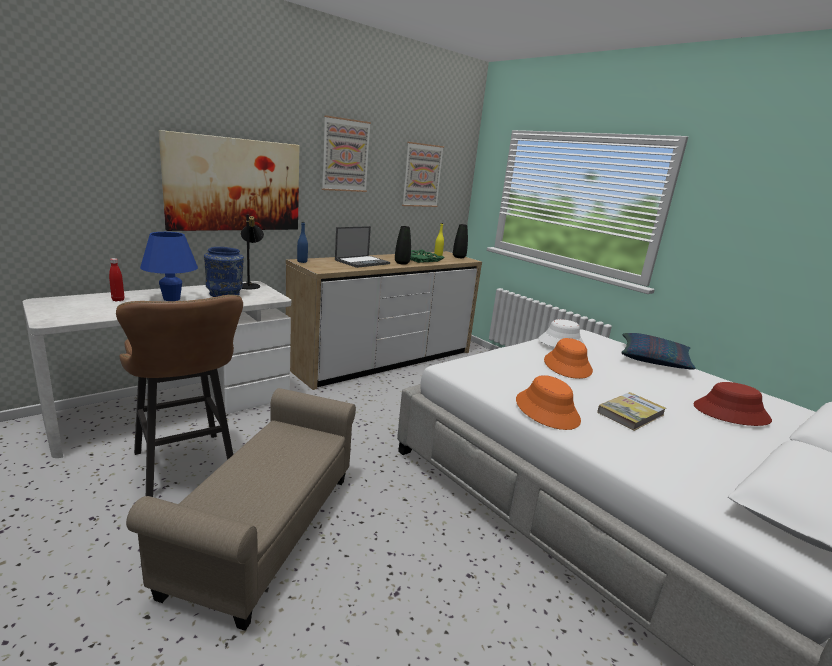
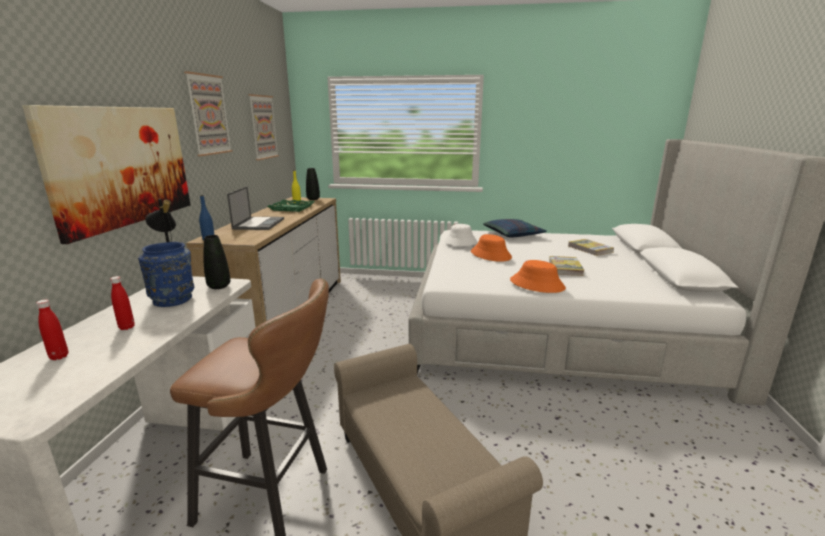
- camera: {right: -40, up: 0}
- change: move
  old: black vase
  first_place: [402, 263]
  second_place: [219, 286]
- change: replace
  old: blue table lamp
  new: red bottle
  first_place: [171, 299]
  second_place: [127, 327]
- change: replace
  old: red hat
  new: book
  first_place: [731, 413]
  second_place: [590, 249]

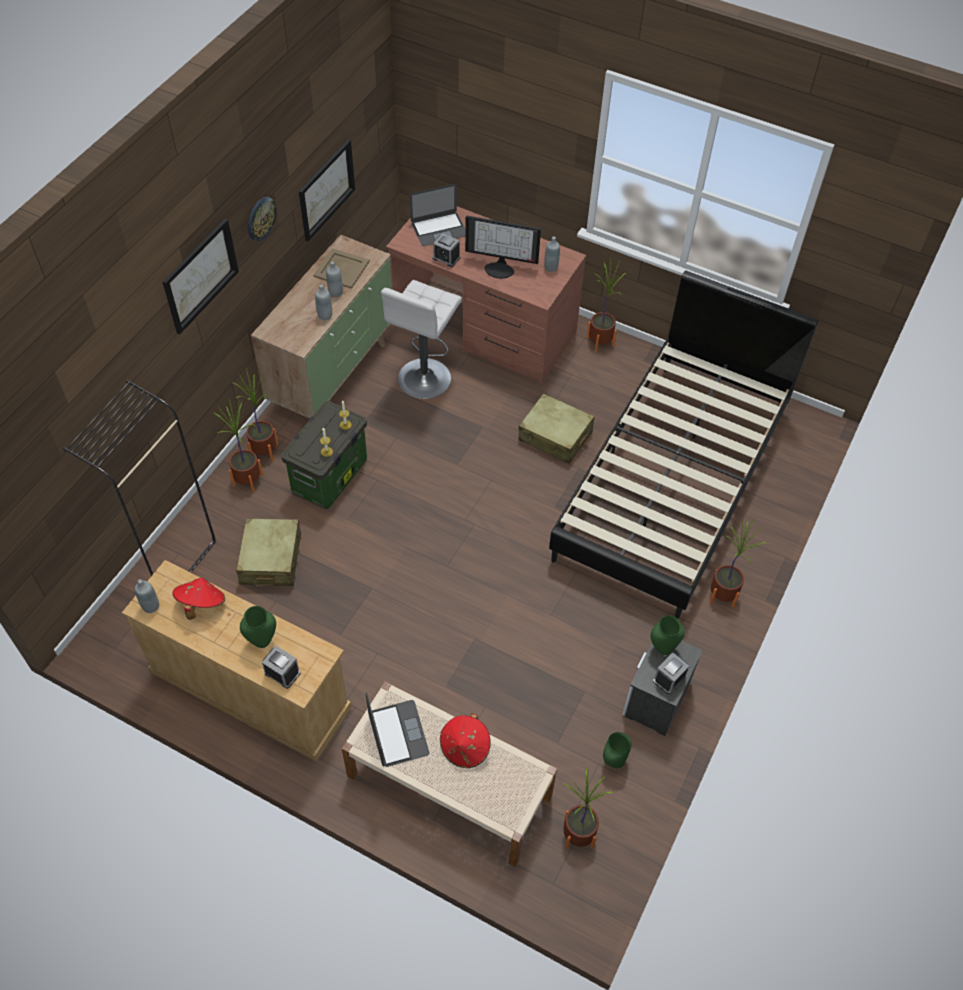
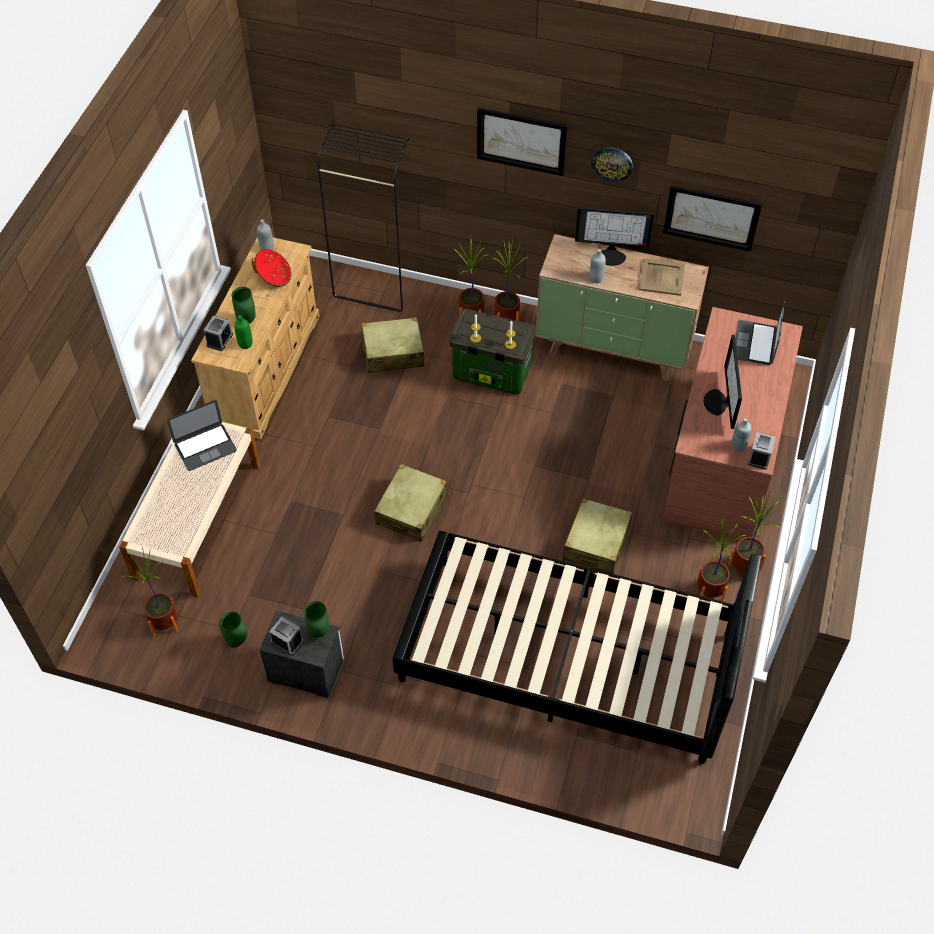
- camera: {right: 80, up: 0}
- change: delete
  old: grey bottle
  first_place: [335, 292]
- change: delete
  old: white stool
  first_place: [423, 379]
- change: delete
  old: red hat
  first_place: [465, 748]
- change: insert
  new: green bottle
  second_place: [245, 344]
- change: insert
  new: beige suitcase
  second_place: [412, 509]
- change: insert
  new: monitor
  second_place: [611, 255]
- change: move
  old: alarm clock
  first_place: [446, 258]
  second_place: [759, 456]
- change: move
  old: potted plant
  first_place: [722, 595]
  second_place: [710, 591]
- change: rotate
  old: laptop
  first_place: [439, 229]
  second_place: [755, 343]
  degrees: 45

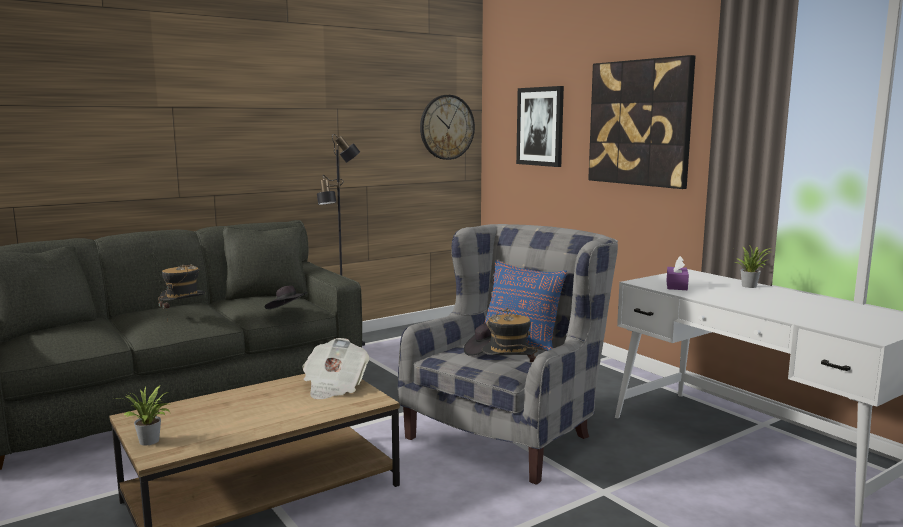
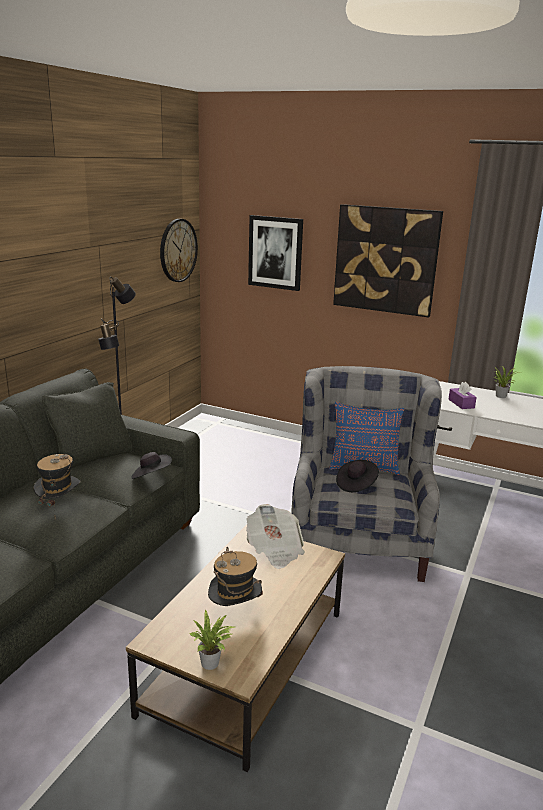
- camera: {right: -30, up: 10}
- change: move
  old: hat
  first_place: [508, 375]
  second_place: [235, 612]

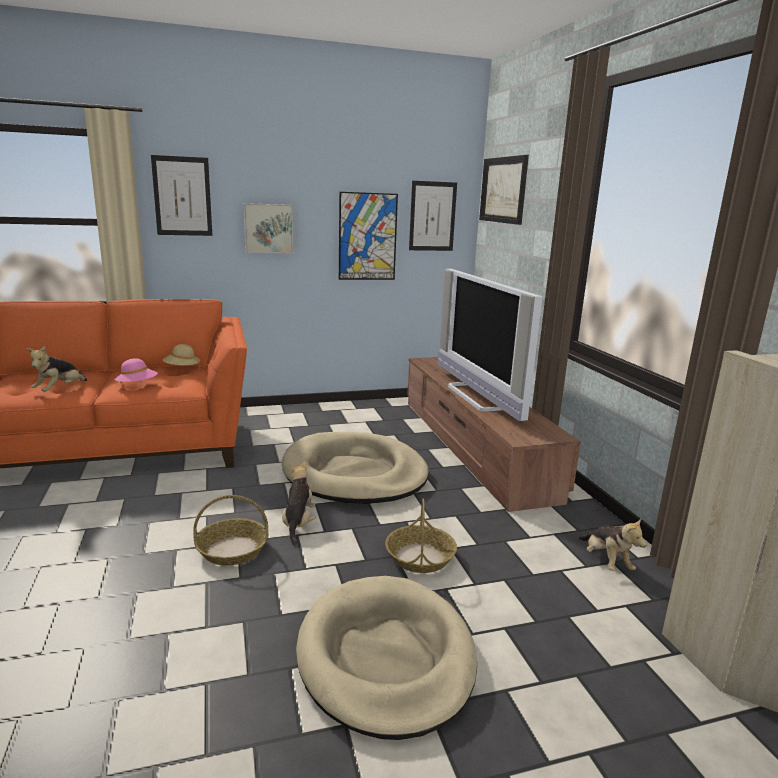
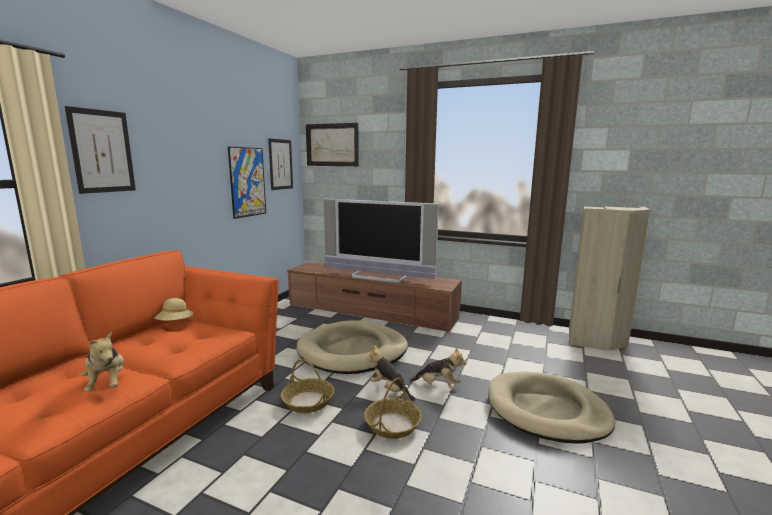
- camera: {right: -50, up: -5}
- change: delete
  old: pink hat
  first_place: [137, 385]
- change: delete
  old: picture
  first_place: [268, 228]
- change: move
  old: basket
  first_place: [420, 557]
  second_place: [308, 401]
- change: move
  old: plush toy
  first_place: [606, 561]
  second_place: [438, 386]

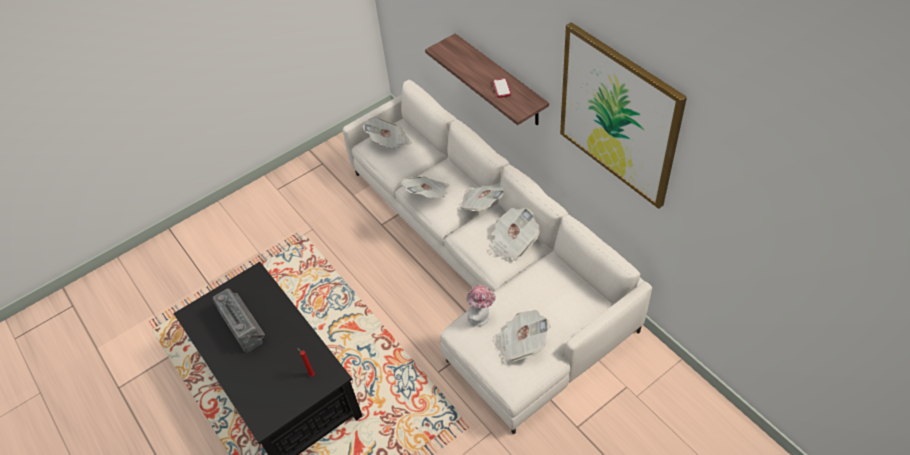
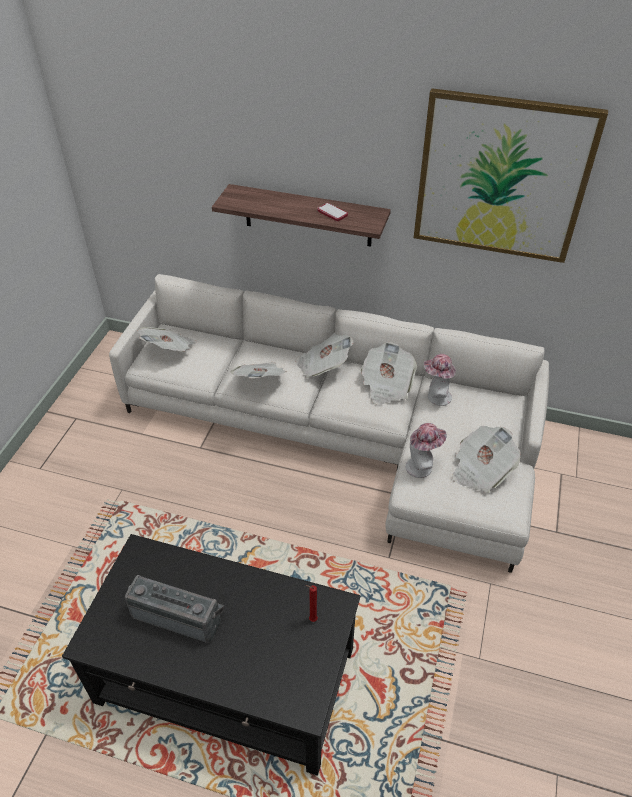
- camera: {right: -40, up: -5}
- change: insert
  new: hat
  second_place: [436, 396]

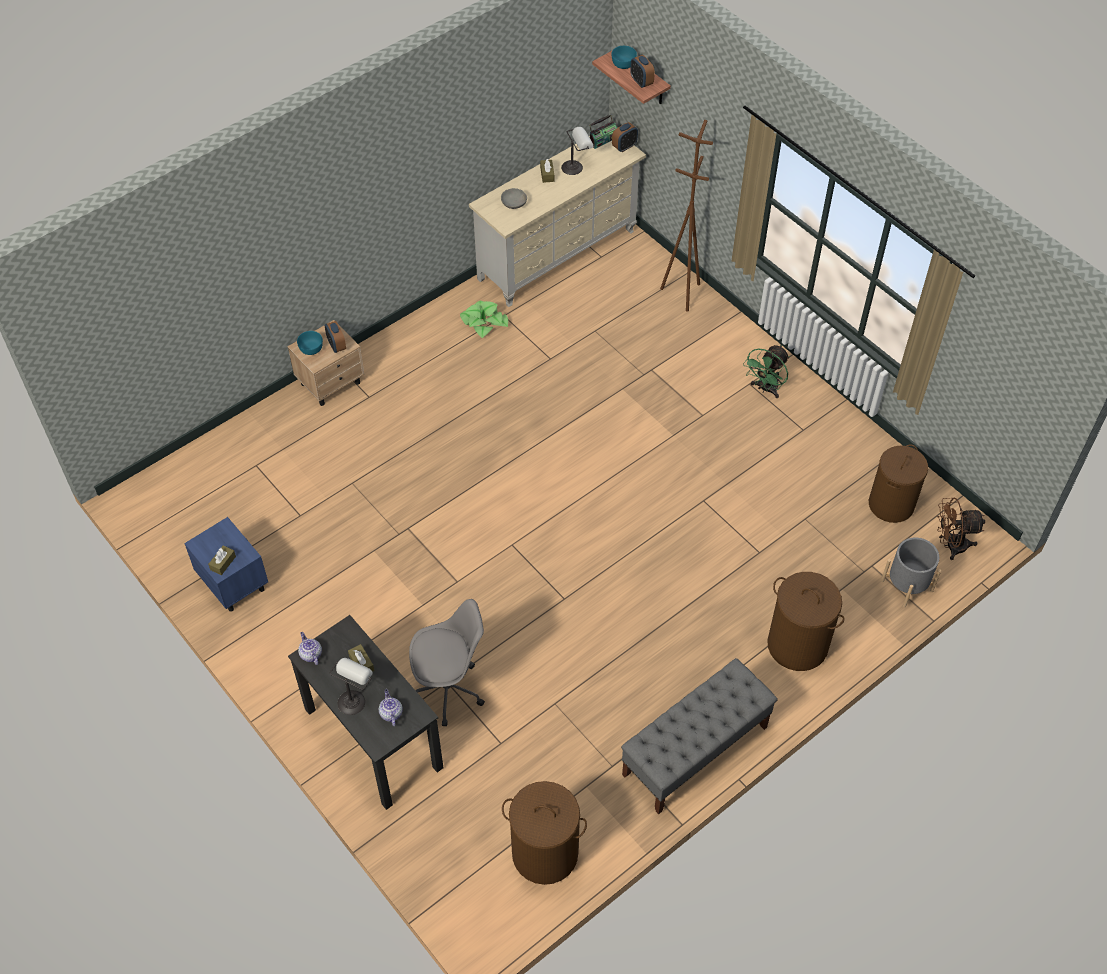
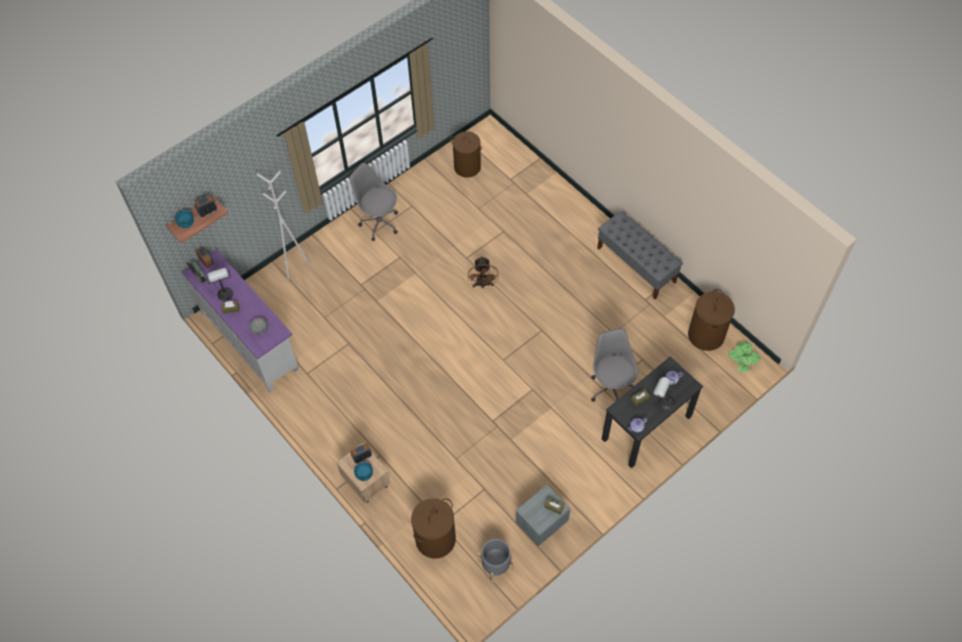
- camera: {right: -90, up: 5}
- change: move
  old: potted plant
  first_place: [484, 322]
  second_place: [743, 358]
- change: move
  old: brown laundry basket
  first_place: [797, 645]
  second_place: [435, 539]
- change: move
  old: grey planter
  first_place: [907, 585]
  second_place: [496, 565]
- change: move
  old: brown fan
  first_place: [950, 545]
  second_place: [483, 284]
- change: replace
  old: green fan
  new: grey office chair
  first_place: [765, 389]
  second_place: [379, 223]
- change: recolor
  old: blue nightstand
  new: grey nightstand
  first_place: [233, 583]
  second_place: [541, 525]
- change: recolor
  old: beige dresser
  new: purple dresser
  first_place: [558, 255]
  second_place: [250, 341]
- change: recolor
  old: brown clothes rack
  new: grey clothes rack
  first_place: [682, 294]
  second_place: [294, 266]

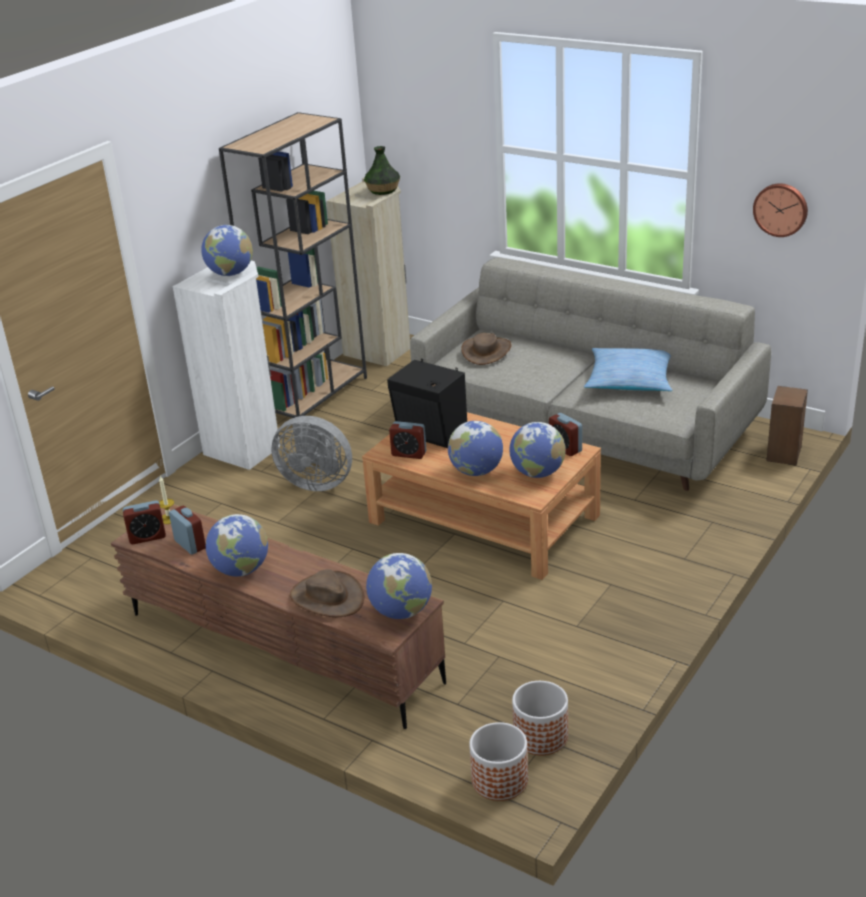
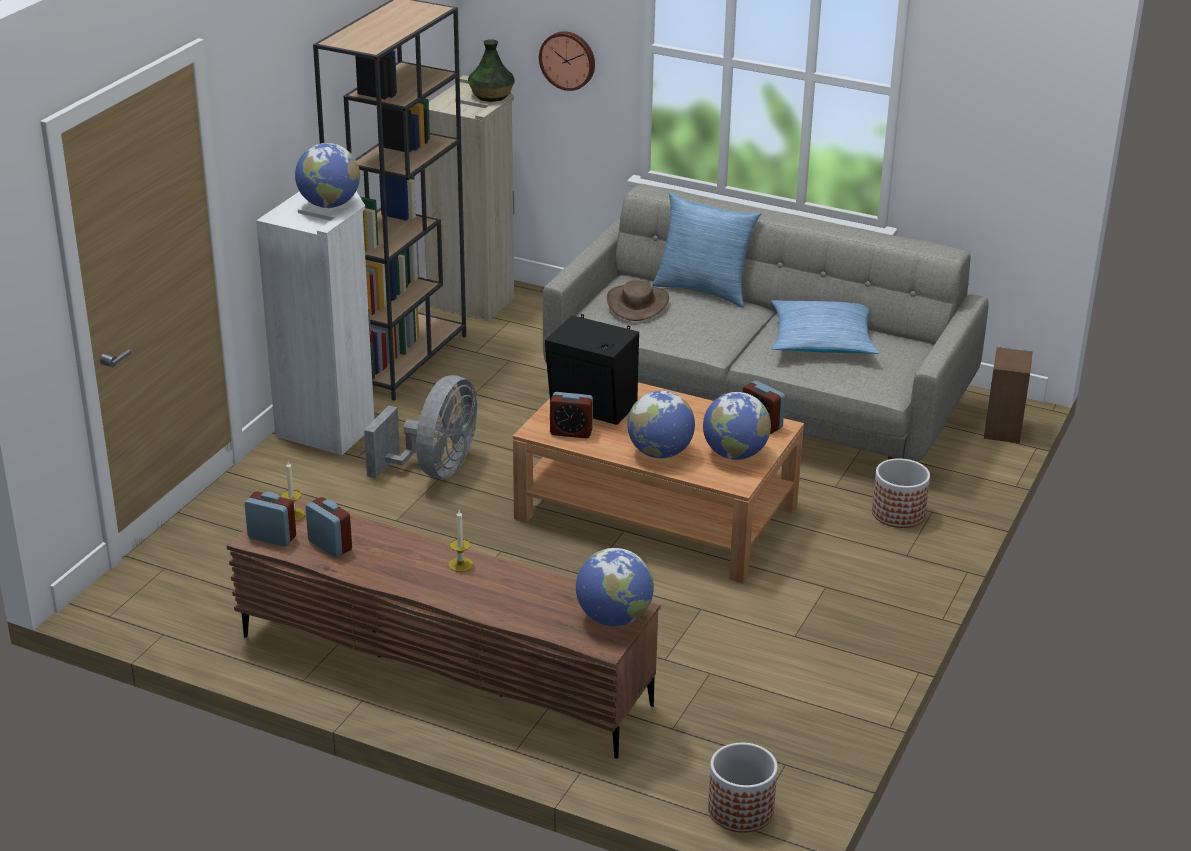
- camera: {right: -10, up: 0}
- change: delete
  old: globe
  first_place: [241, 570]
- change: delete
  old: brown hat
  first_place: [327, 597]
- change: insert
  new: candle
  second_place: [460, 564]
- change: insert
  new: pillow
  second_place: [704, 290]
- change: move
  old: planter
  first_place: [540, 736]
  second_place: [897, 513]
- change: move
  old: wall clock
  first_place: [781, 209]
  second_place: [568, 60]
- change: rotate
  old: alarm clock
  first_place: [147, 537]
  second_place: [272, 537]
  degrees: -135
- change: rotate
  old: grey fan
  first_place: [317, 482]
  second_place: [434, 470]
  degrees: -75

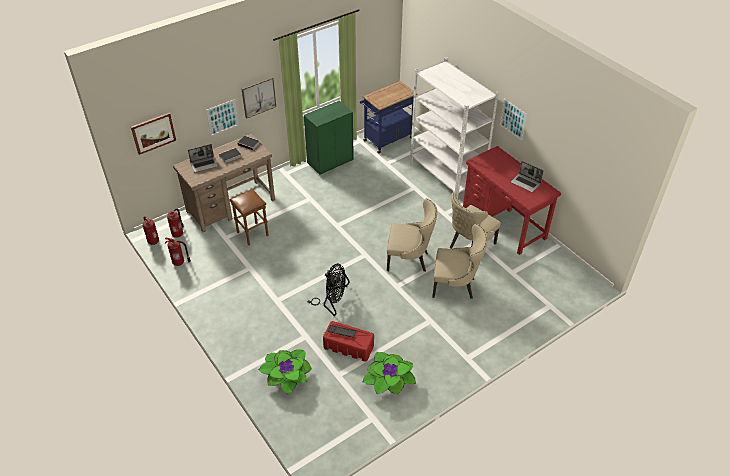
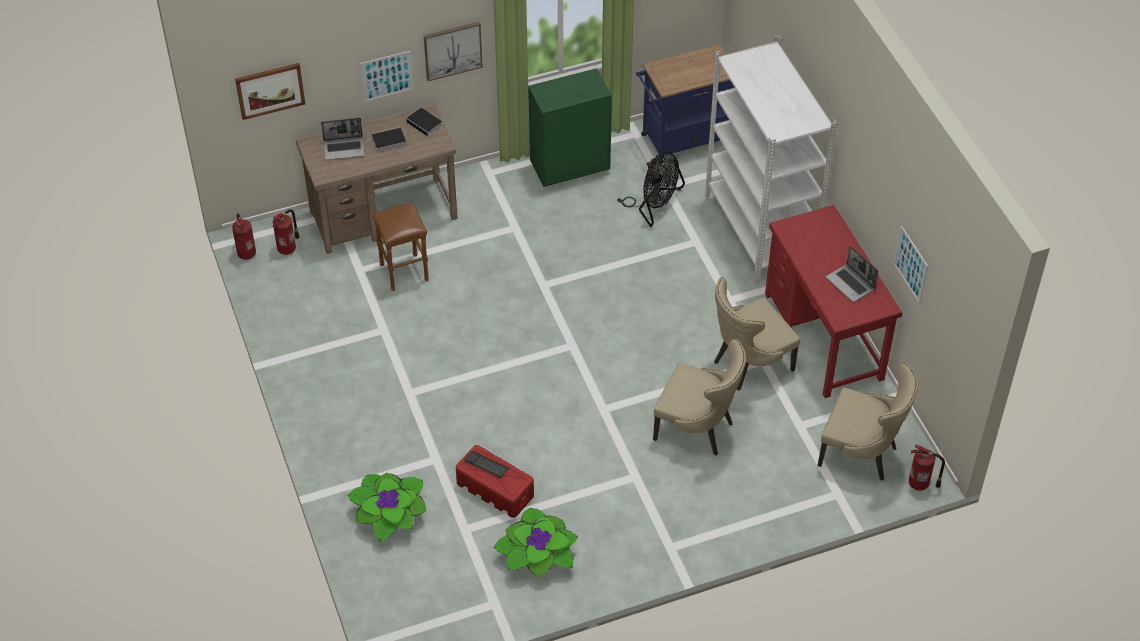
- camera: {right: 15, up: 5}
- change: move
  old: fire extinguisher
  first_place: [179, 262]
  second_place: [920, 484]
- change: move
  old: black fan
  first_place: [332, 300]
  second_place: [653, 204]
- change: move
  old: beige chair
  first_place: [409, 260]
  second_place: [861, 454]
- change: move
  old: picture
  first_place: [513, 119]
  second_place: [910, 264]

